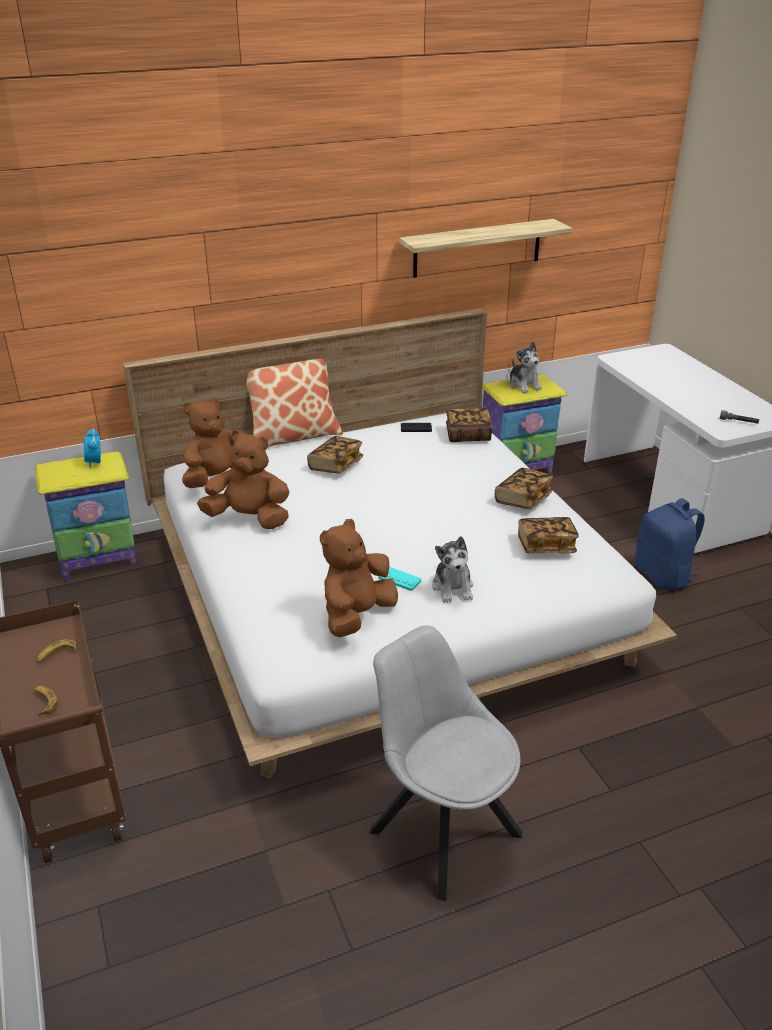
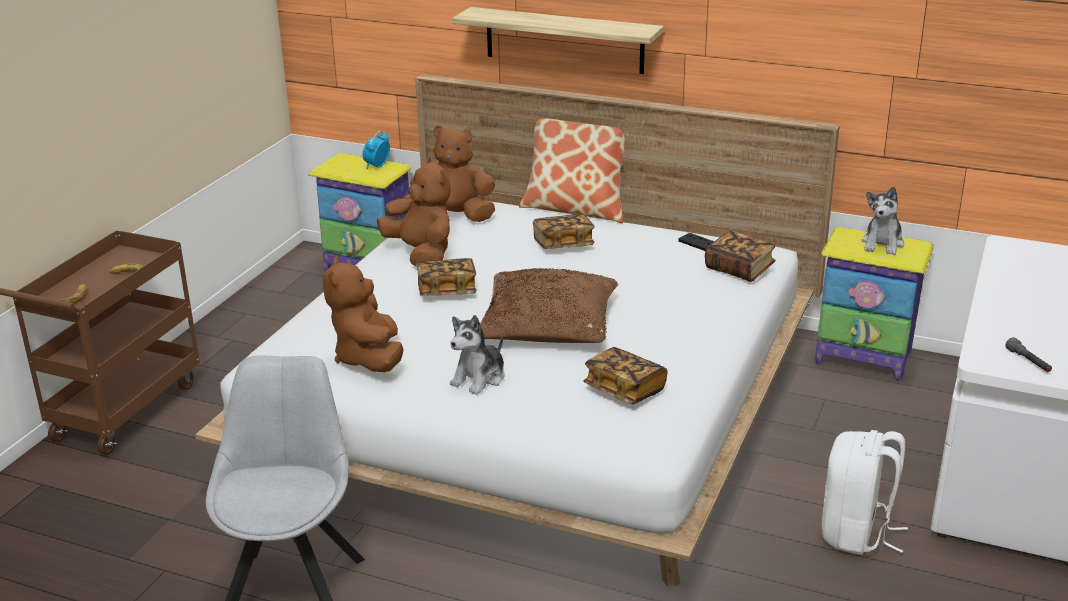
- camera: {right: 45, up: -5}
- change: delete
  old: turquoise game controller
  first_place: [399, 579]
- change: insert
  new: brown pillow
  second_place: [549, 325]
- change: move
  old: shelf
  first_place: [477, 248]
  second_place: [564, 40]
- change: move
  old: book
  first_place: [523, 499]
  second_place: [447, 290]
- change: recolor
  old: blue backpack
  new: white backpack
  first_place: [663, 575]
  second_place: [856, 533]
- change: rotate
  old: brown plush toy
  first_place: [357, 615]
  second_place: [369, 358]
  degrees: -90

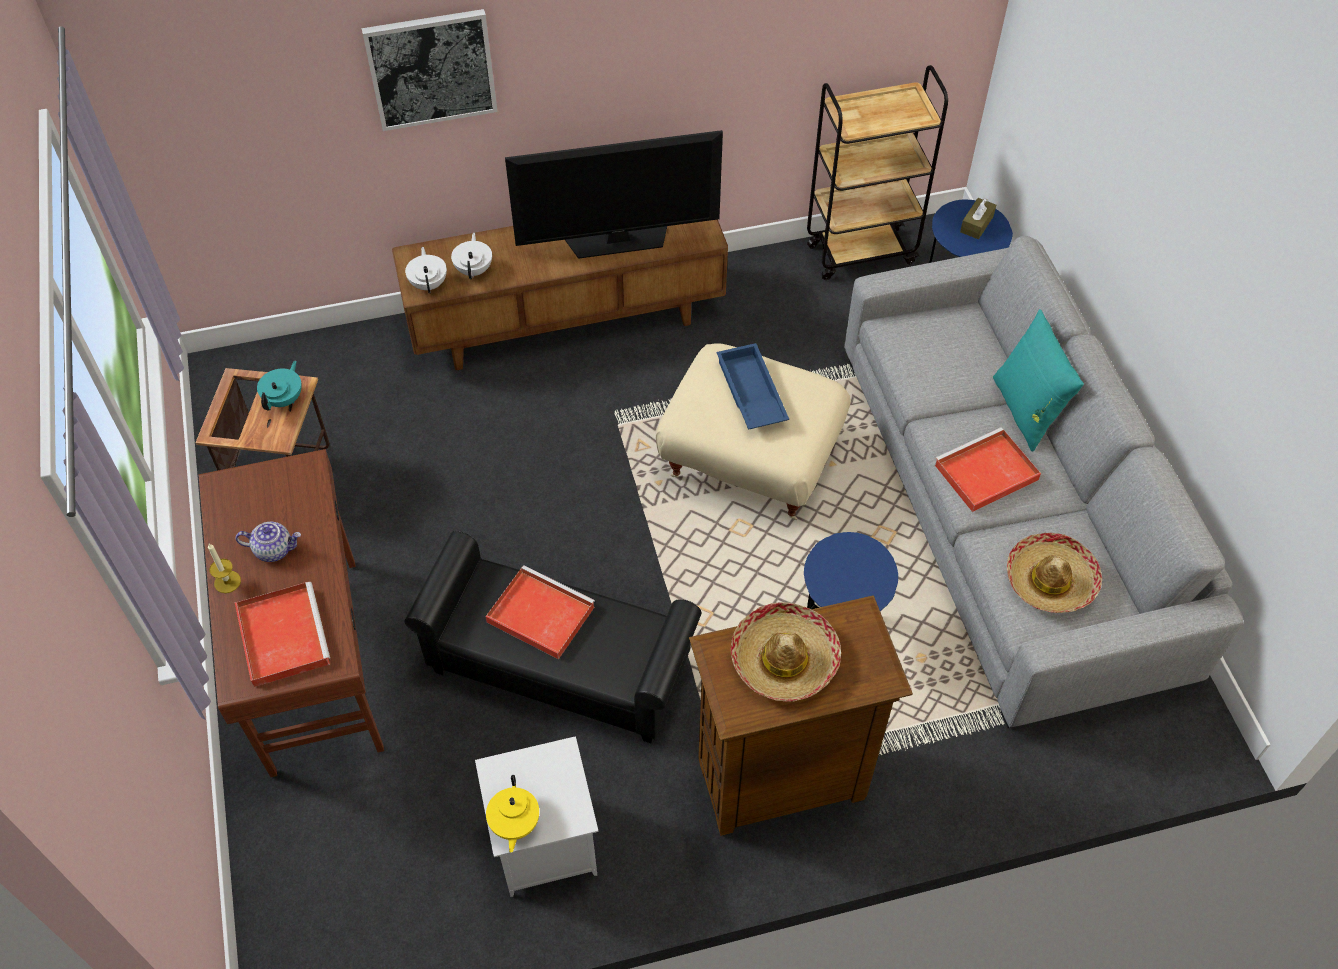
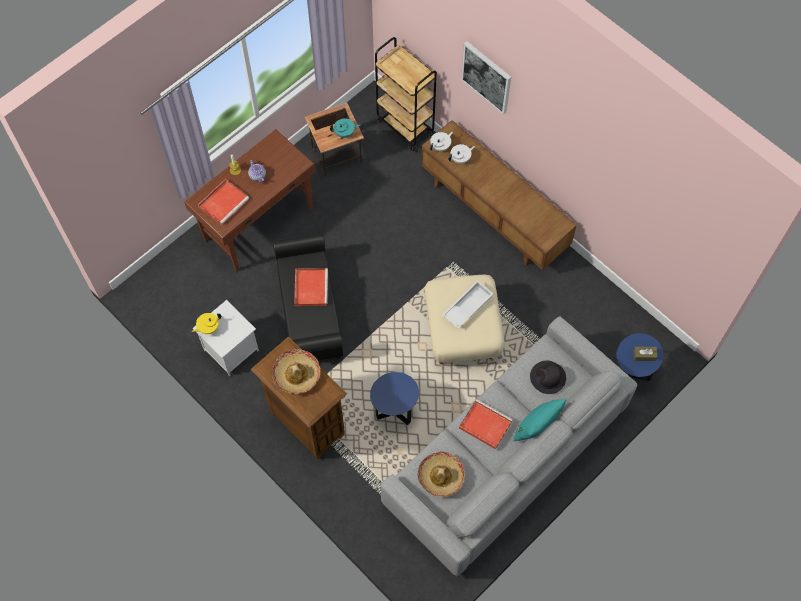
- camera: {right: 60, up: 10}
- change: delete
  old: television
  first_place: [618, 239]
- change: insert
  new: black hat
  second_place: [547, 377]
- change: move
  old: brown cart
  first_place: [861, 253]
  second_place: [406, 128]
- change: recolor
  old: blue tray
  new: white tray
  first_place: [749, 393]
  second_place: [467, 306]

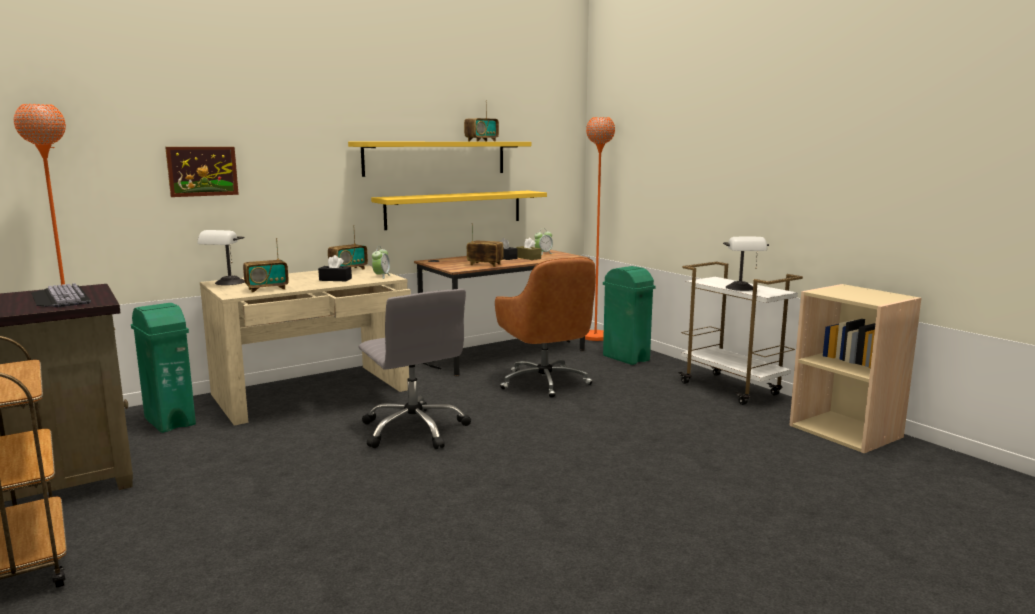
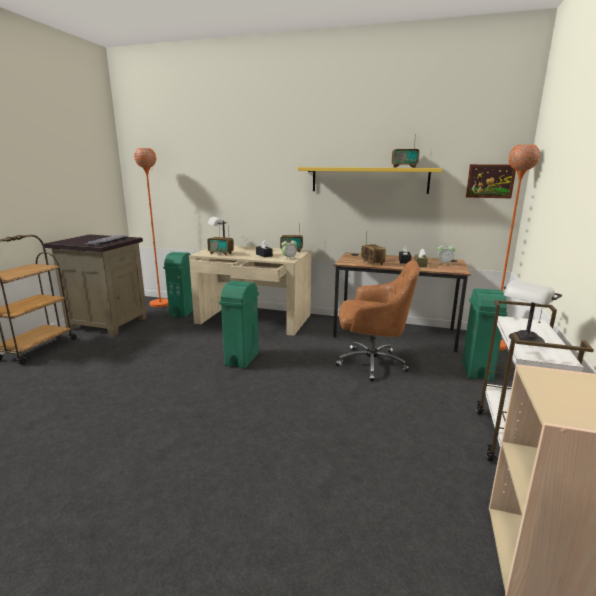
- camera: {right: 50, up: 5}
- change: delete
  old: yellow shelf
  first_place: [454, 209]
- change: move
  old: picture
  first_place: [202, 171]
  second_place: [490, 181]
- change: replace
  old: grey office chair
  new: green trash can
  first_place: [414, 430]
  second_place: [241, 359]
- change: rotate
  old: brown office chair
  first_place: [543, 383]
  second_place: [371, 363]
  degrees: -105

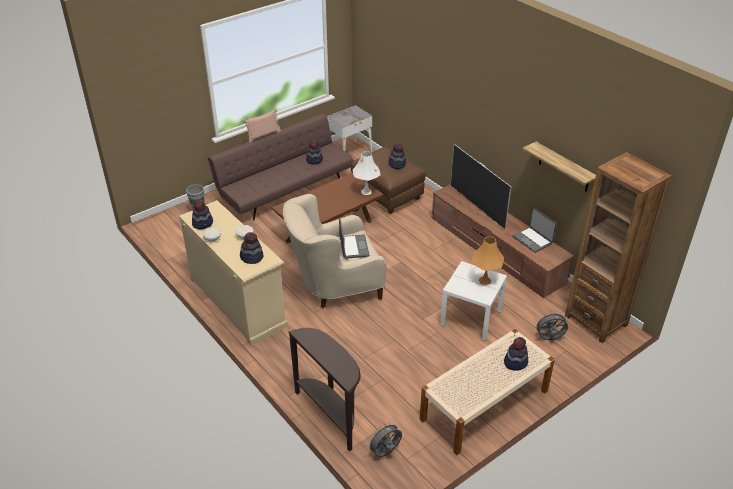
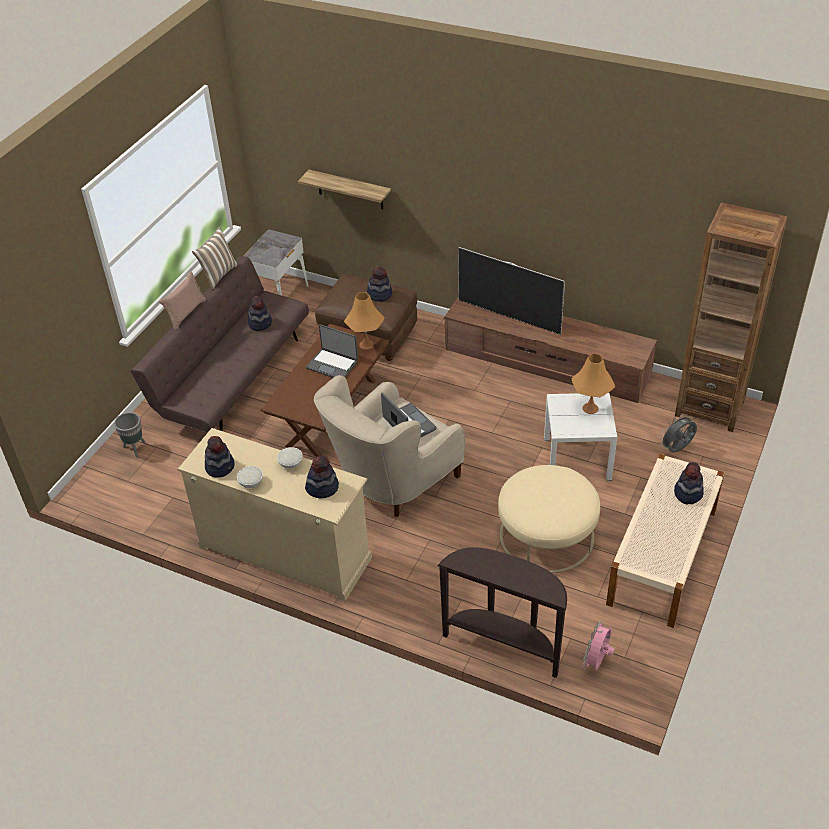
- camera: {right: -25, up: 5}
- change: insert
  new: pillow
  second_place: [218, 275]
- change: insert
  new: beige ottoman
  second_place: [546, 535]
- change: move
  old: laptop
  first_place: [533, 240]
  second_place: [332, 364]
- change: move
  old: shelf
  first_place: [564, 167]
  second_place: [350, 190]
- change: recolor
  old: white table lamp
  new: orange table lamp
  first_place: [366, 192]
  second_place: [366, 345]
- change: recolor
  old: grey fan
  new: pink fan
  first_place: [385, 453]
  second_place: [597, 661]

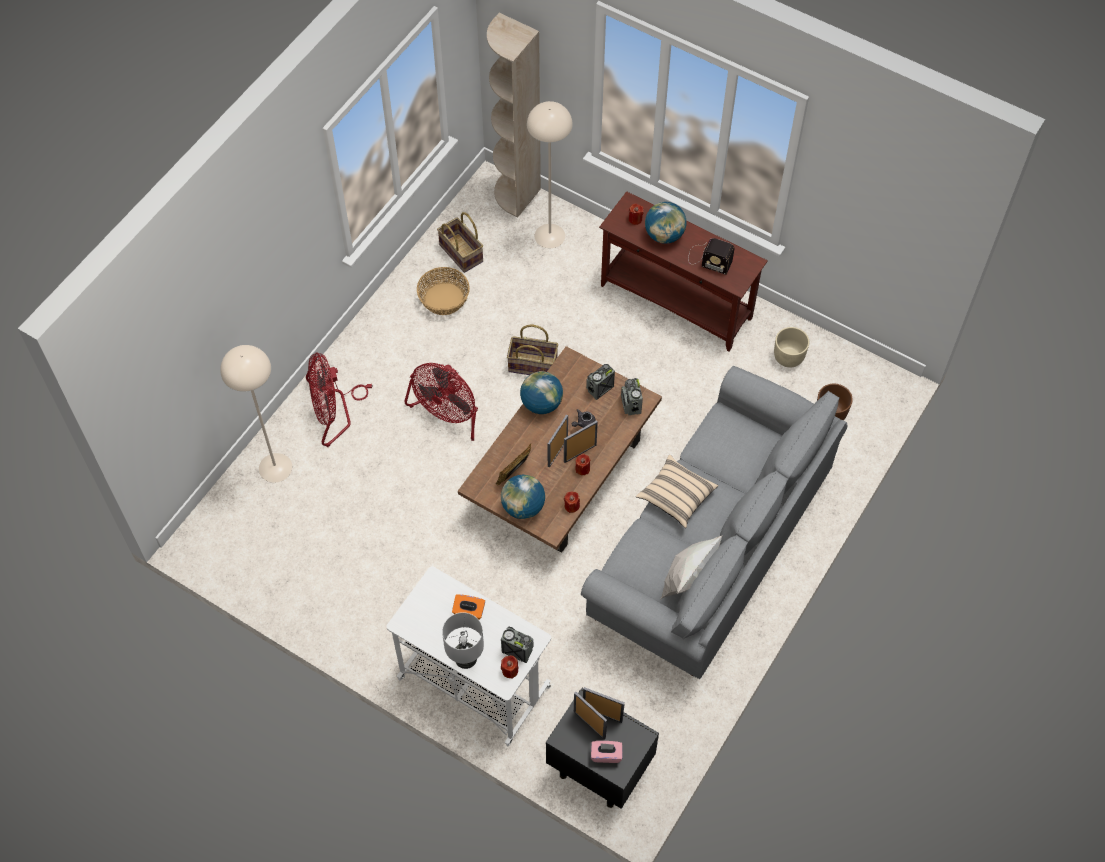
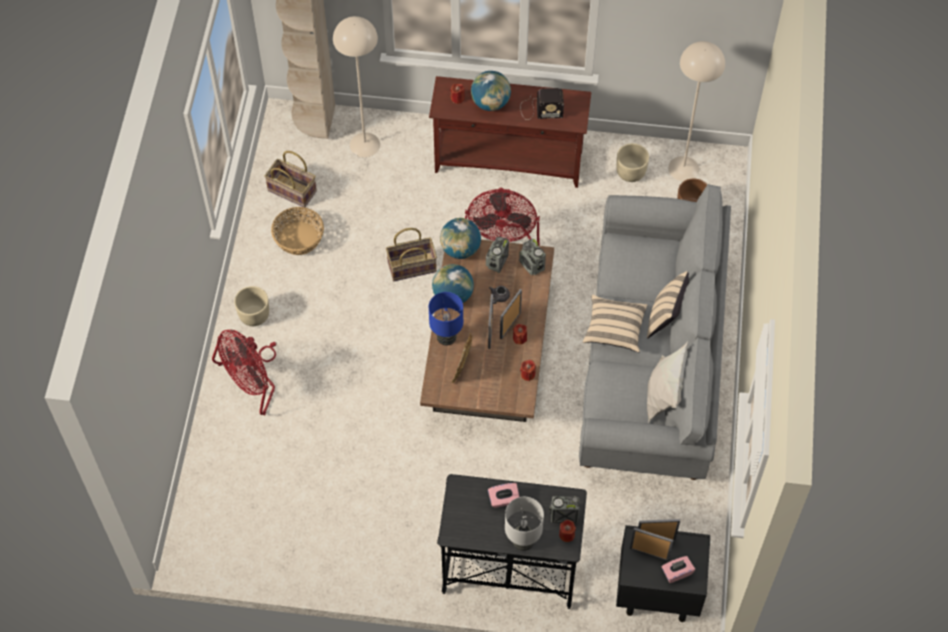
- camera: {right: -25, up: 0}
- change: insert
  new: beige planter
  second_place: [254, 315]
- change: insert
  new: blue table lamp
  second_place: [446, 337]
- change: insert
  new: beige pillow
  second_place: [665, 318]
- change: move
  old: beige floor lamp
  first_place: [275, 467]
  second_place: [683, 168]
- change: move
  old: red fan
  first_place: [447, 410]
  second_place: [499, 234]
- change: move
  old: globe
  first_place: [523, 507]
  second_place: [460, 249]
- change: recolor
  old: white desk
  new: black desk
  first_place: [473, 682]
  second_place: [510, 567]
- change: recolor
  old: orange tissue box
  new: pink tissue box
  first_place: [469, 612]
  second_place: [503, 500]

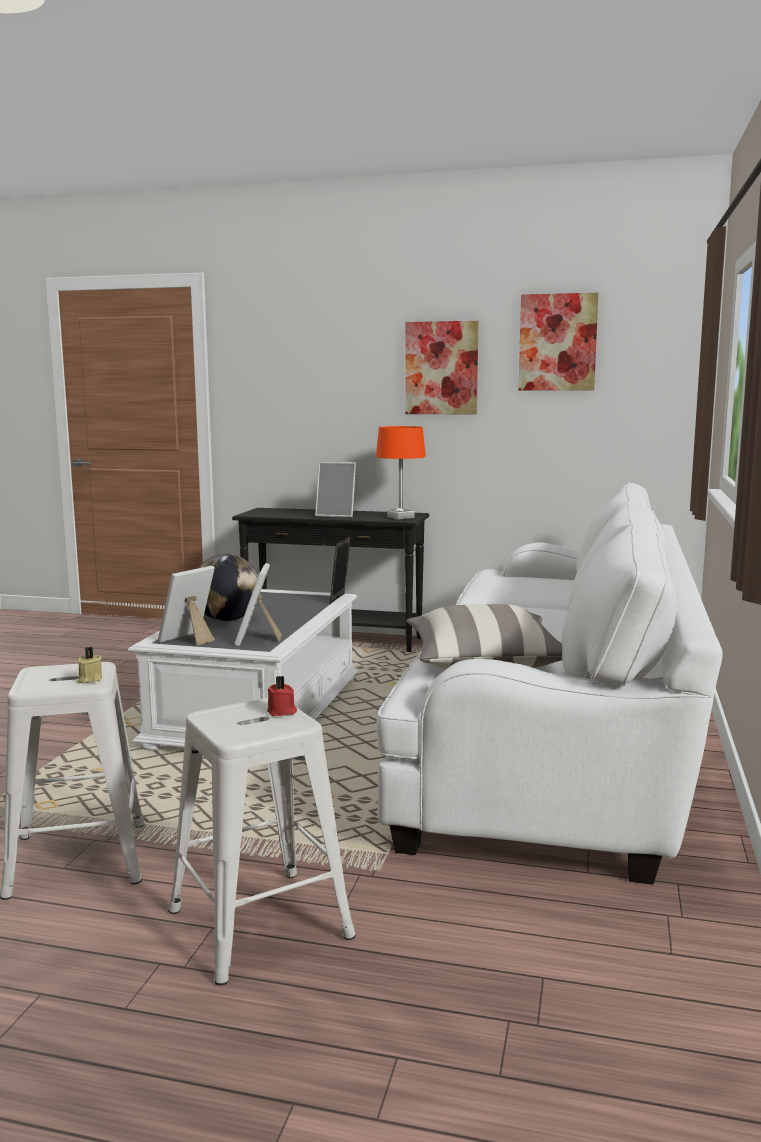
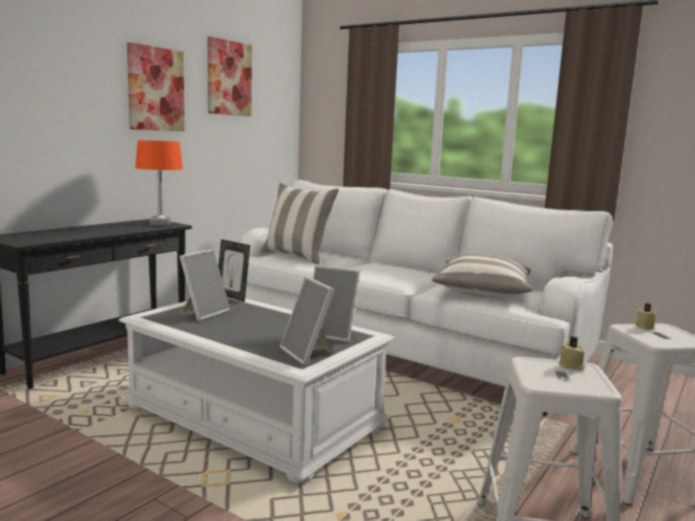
- camera: {right: -70, up: 0}
- change: delete
  old: globe
  first_place: [227, 620]
- change: insert
  new: pillow
  second_place: [297, 257]
- change: move
  old: picture frame
  first_place: [337, 515]
  second_place: [203, 313]
- change: recolor
  old: red candle
  new: beige candle
  first_place: [282, 712]
  second_place: [645, 327]

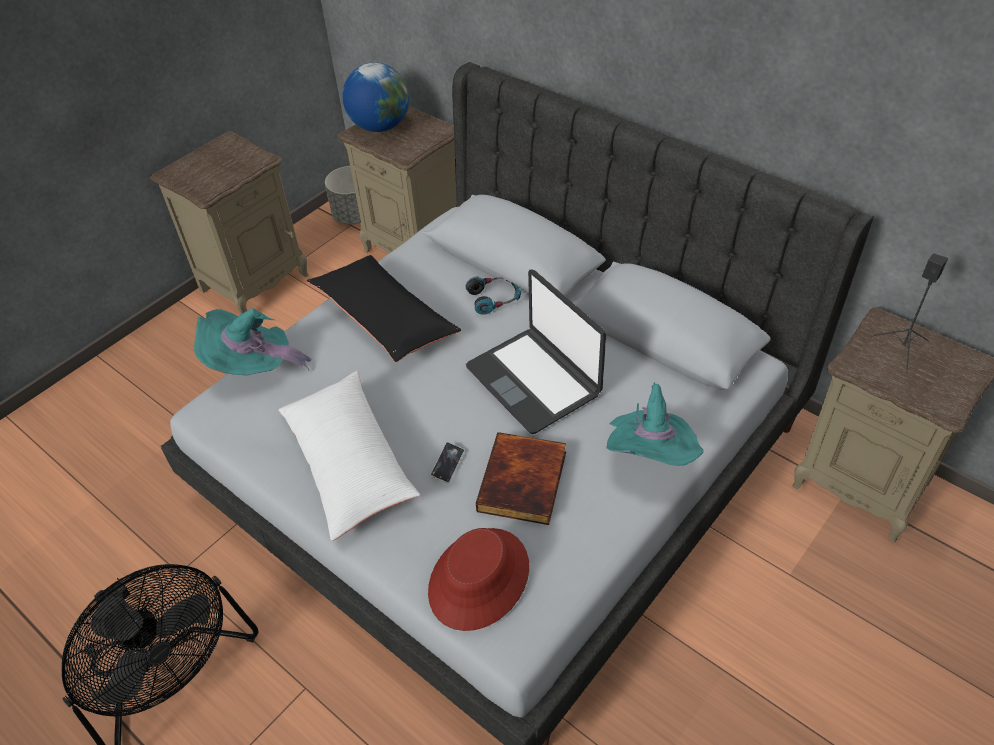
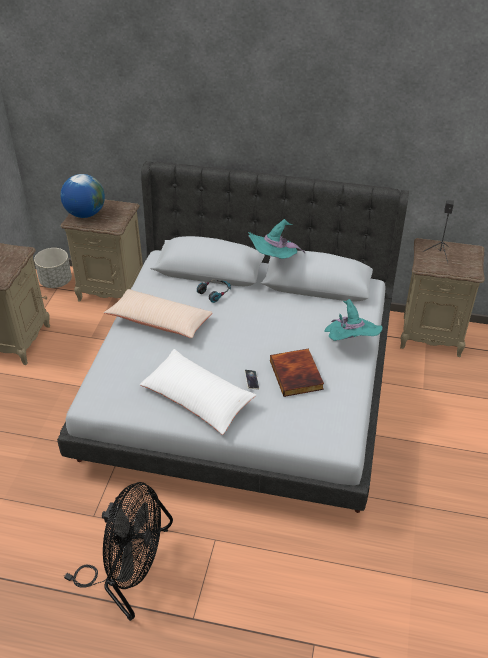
- camera: {right: -30, up: -5}
- change: delete
  old: red hat
  first_place: [479, 579]
- change: delete
  old: laptop
  first_place: [534, 380]
- change: move
  old: turquoise hat
  first_place: [253, 366]
  second_place: [274, 260]
- change: recolor
  old: black pillow
  new: beige pillow
  first_place: [384, 318]
  second_place: [159, 321]

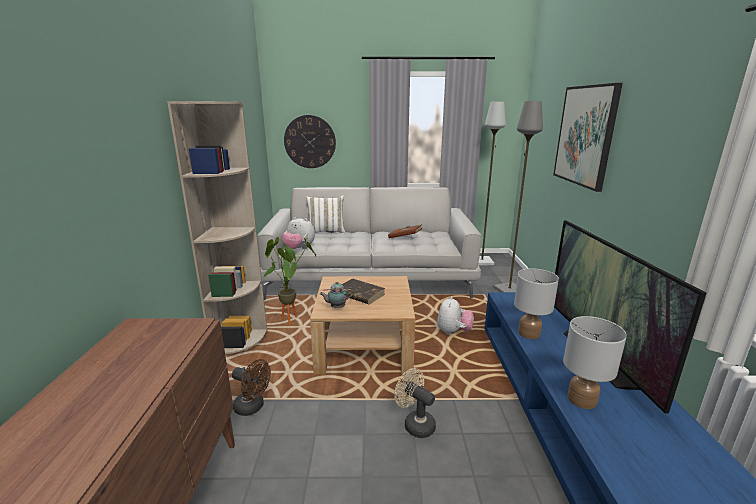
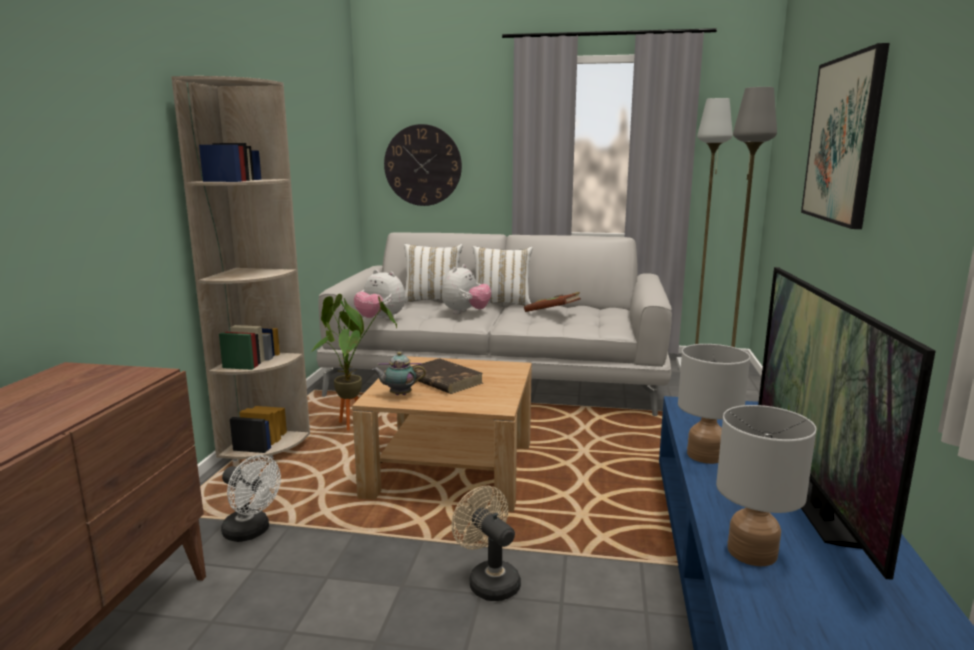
- camera: {right: 10, up: -5}
- change: insert
  new: white pillow
  second_place: [501, 304]
- change: move
  old: plush toy
  first_place: [453, 332]
  second_place: [465, 312]
- change: recolor
  old: brown fan
  new: white fan
  first_place: [253, 407]
  second_place: [251, 532]

